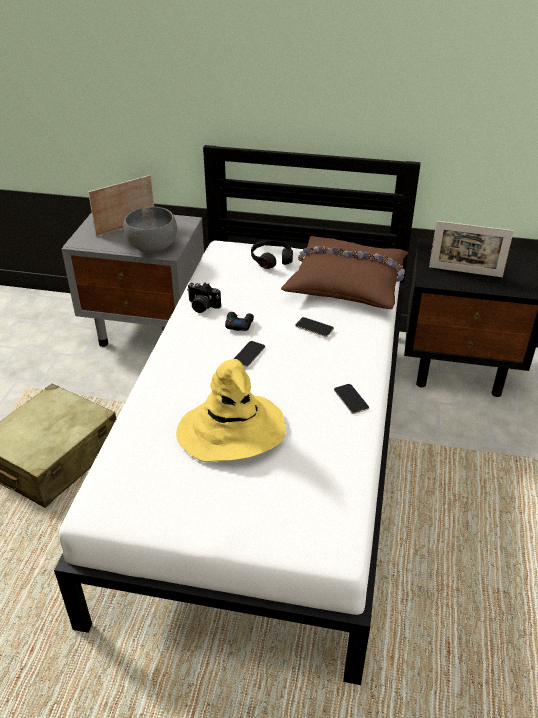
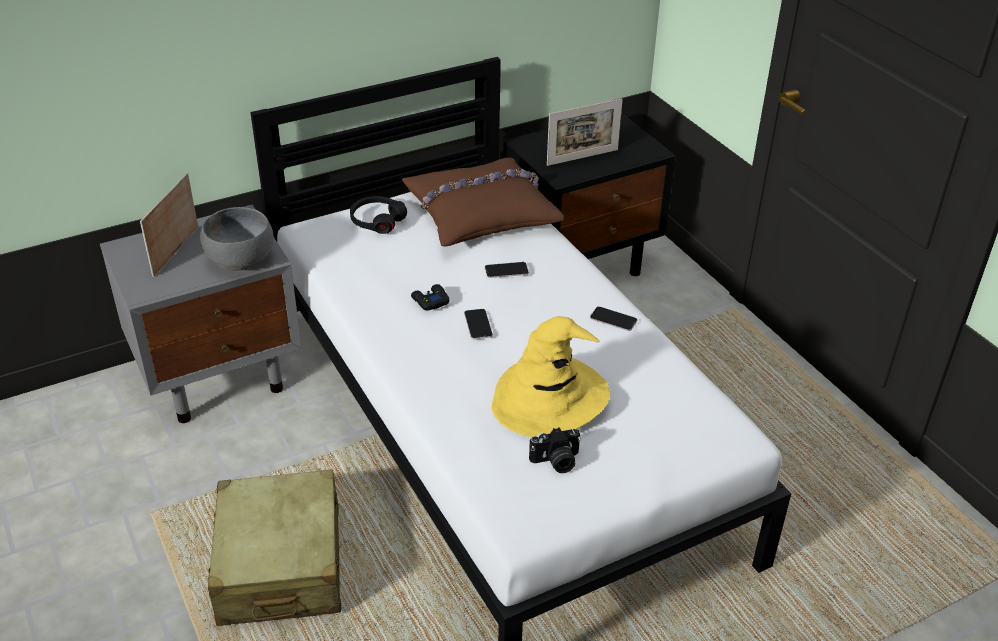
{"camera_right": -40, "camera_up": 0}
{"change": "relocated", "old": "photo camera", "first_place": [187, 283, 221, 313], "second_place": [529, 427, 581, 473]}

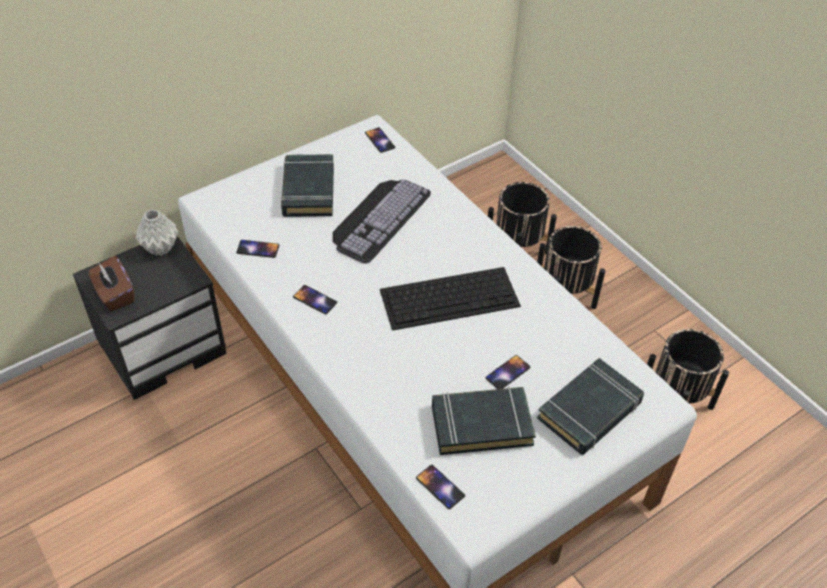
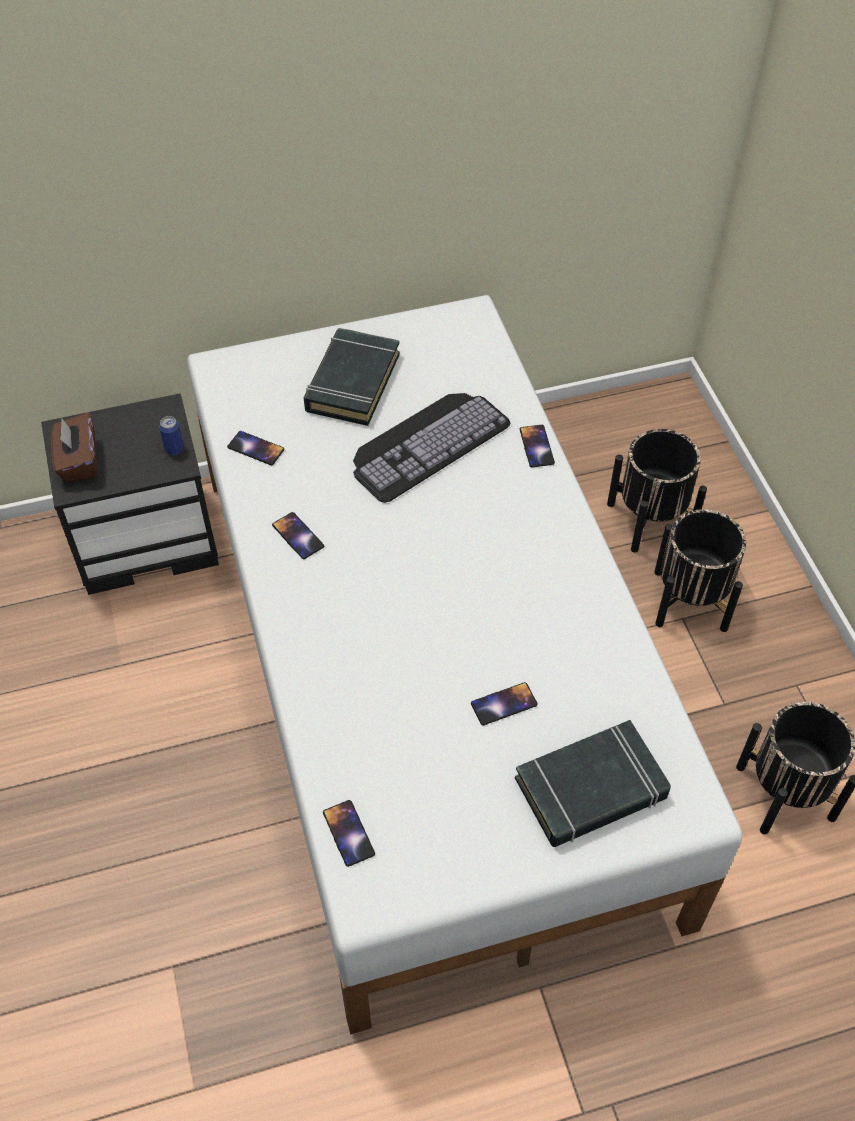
{"camera_right": 20, "camera_up": 5}
{"change": "missing", "old": "vase/grey", "first_place": [136, 209, 178, 256]}
{"change": "relocated", "old": "phone", "first_place": [365, 127, 395, 153], "second_place": [520, 425, 555, 467]}
{"change": "missing", "old": "keyboard", "first_place": [380, 267, 521, 331]}
{"change": "missing", "old": "book/black", "first_place": [432, 386, 536, 455]}
{"change": "appeared", "new": "can", "second_place": [159, 416, 184, 455]}

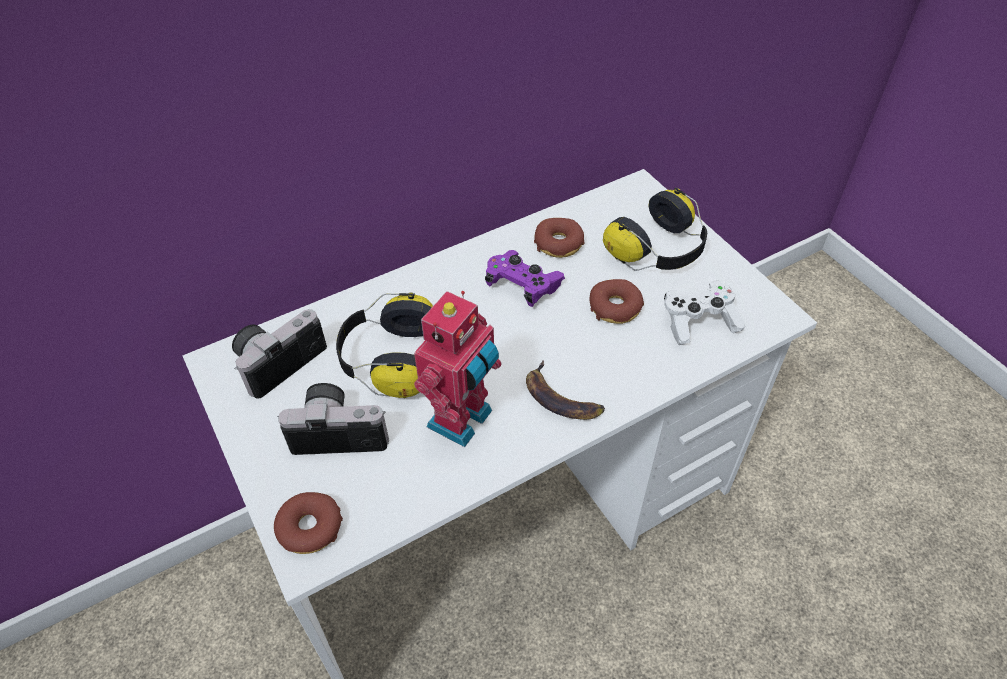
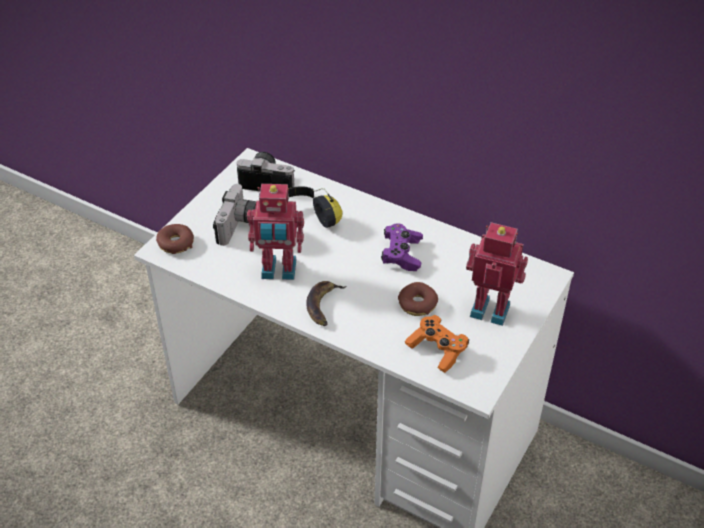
{"camera_right": 60, "camera_up": -5}
{"change": "spun", "old": "photo camera", "first_place": [278, 383, 389, 455], "second_place": [213, 184, 256, 246], "degrees": 45}
{"change": "missing", "old": "donut", "first_place": [534, 218, 585, 258]}
{"change": "exchanged", "old": "headphones", "new": "toy robot", "first_place": [603, 187, 707, 271], "second_place": [466, 222, 528, 326]}
{"change": "colour", "old": "game controller/white", "new": "game controller/orange", "first_place": [664, 281, 745, 345], "second_place": [405, 315, 469, 373]}

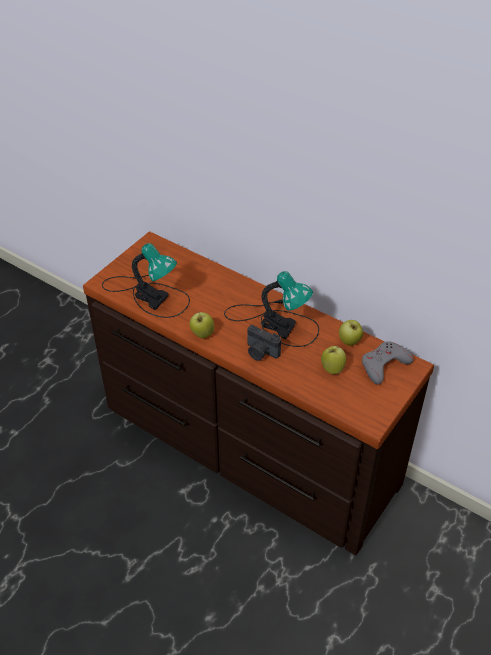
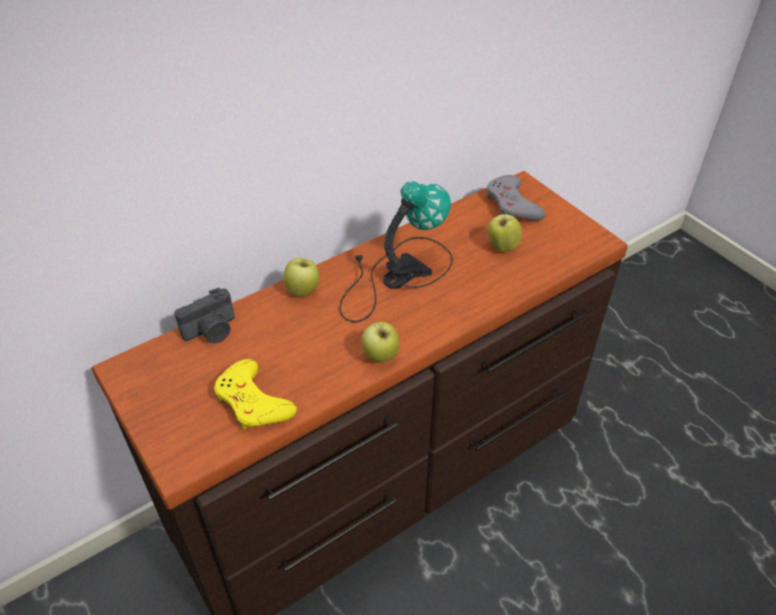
{"camera_right": -70, "camera_up": 0}
{"change": "exchanged", "old": "table lamp", "new": "game controller/yellow", "first_place": [102, 243, 190, 318], "second_place": [214, 359, 297, 430]}
{"change": "relocated", "old": "photo camera", "first_place": [247, 325, 281, 361], "second_place": [174, 288, 235, 343]}
{"change": "relocated", "old": "apple", "first_place": [339, 320, 363, 346], "second_place": [284, 258, 320, 297]}

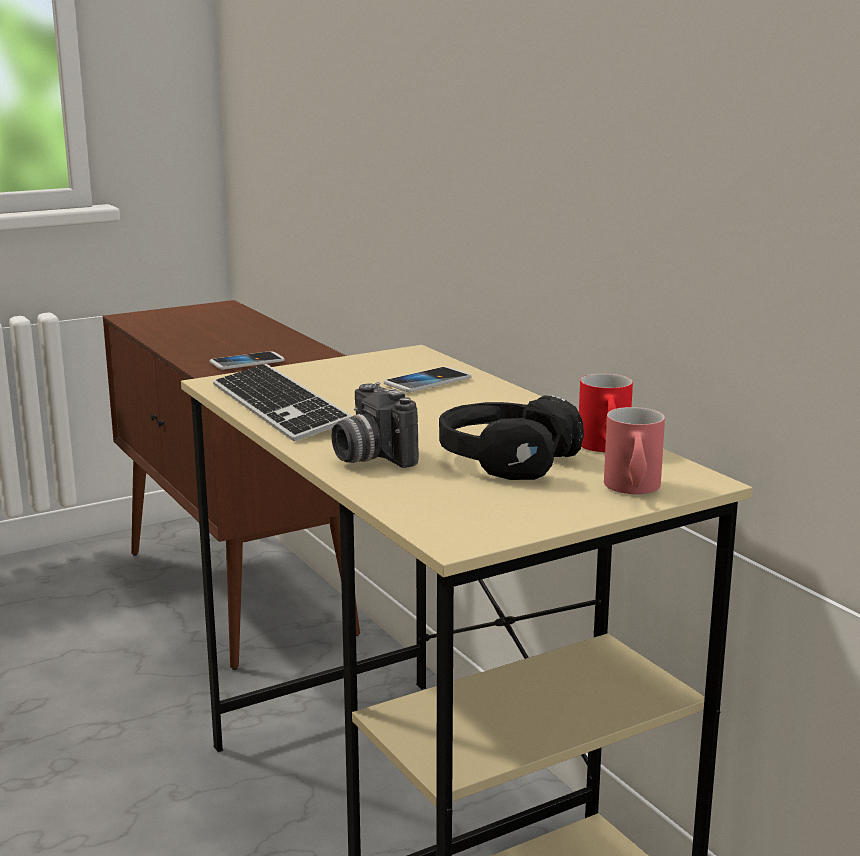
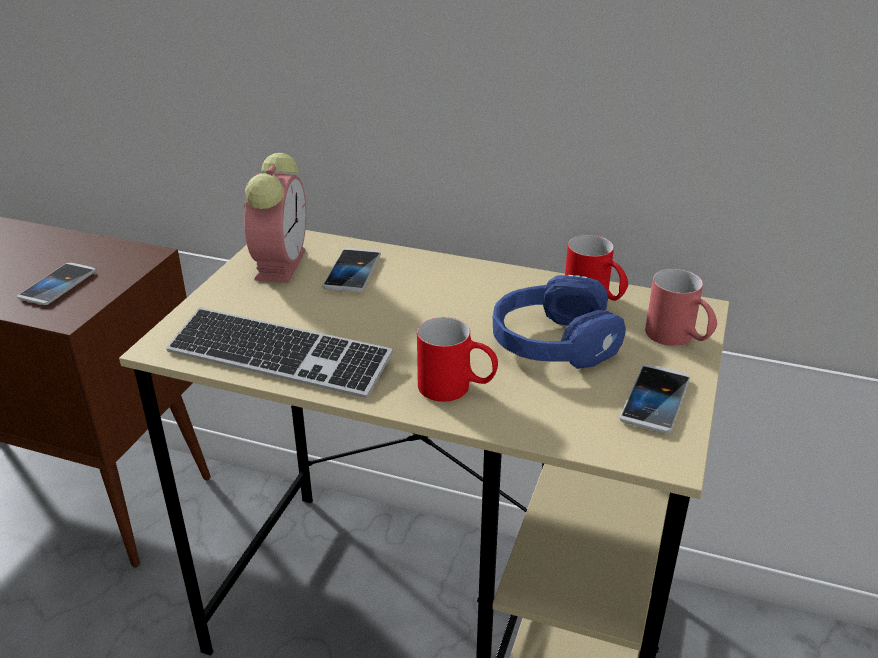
{"camera_right": -40, "camera_up": 15}
{"change": "exchanged", "old": "photo camera", "new": "mug/red", "first_place": [331, 382, 419, 468], "second_place": [417, 317, 498, 402]}
{"change": "colour", "old": "headphones/black", "new": "headphones/blue", "first_place": [439, 395, 584, 480], "second_place": [493, 275, 626, 369]}
{"change": "appeared", "new": "alarm clock", "second_place": [244, 153, 306, 283]}
{"change": "appeared", "new": "phone", "second_place": [619, 364, 690, 433]}

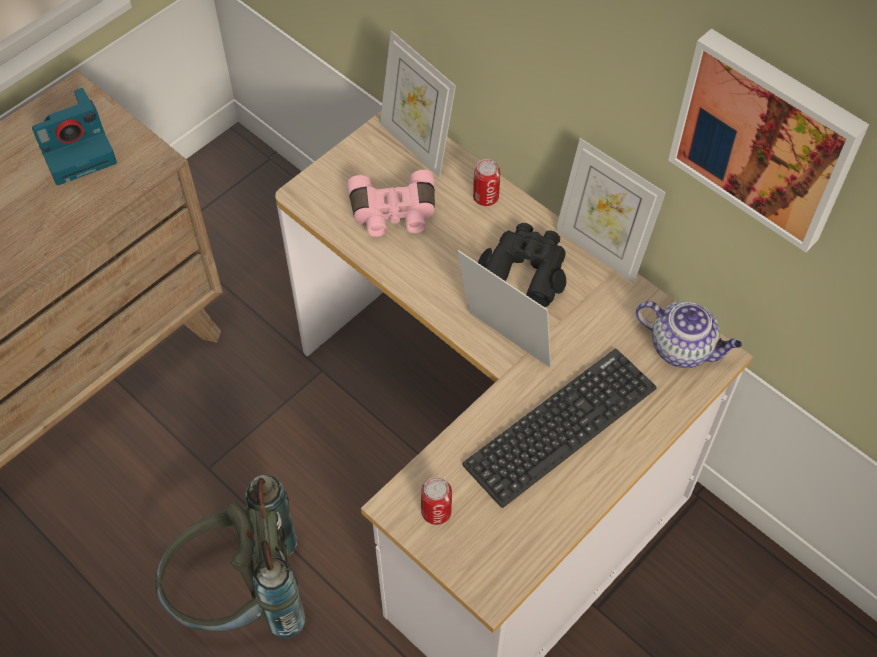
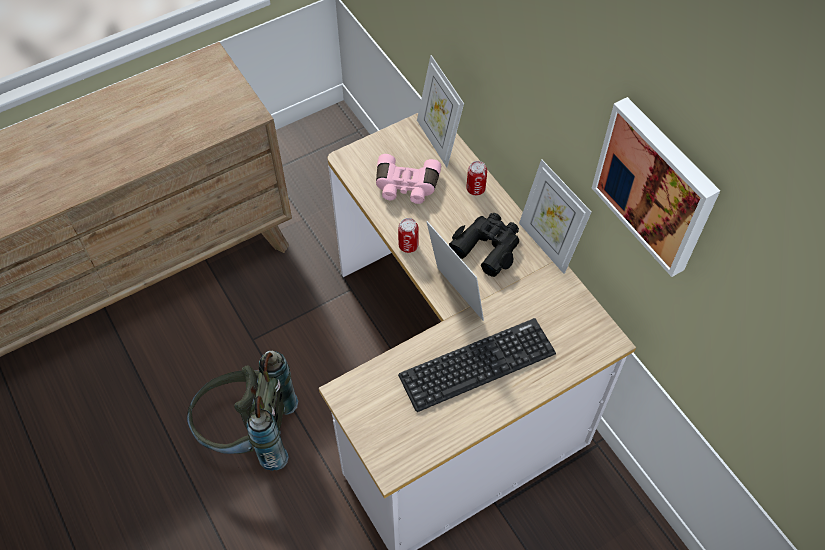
{"camera_right": 15, "camera_up": 0}
{"change": "missing", "old": "photo camera", "first_place": [32, 88, 117, 185]}
{"change": "relocated", "old": "can", "first_place": [421, 477, 452, 525], "second_place": [398, 218, 419, 253]}
{"change": "missing", "old": "teapot", "first_place": [636, 301, 742, 368]}

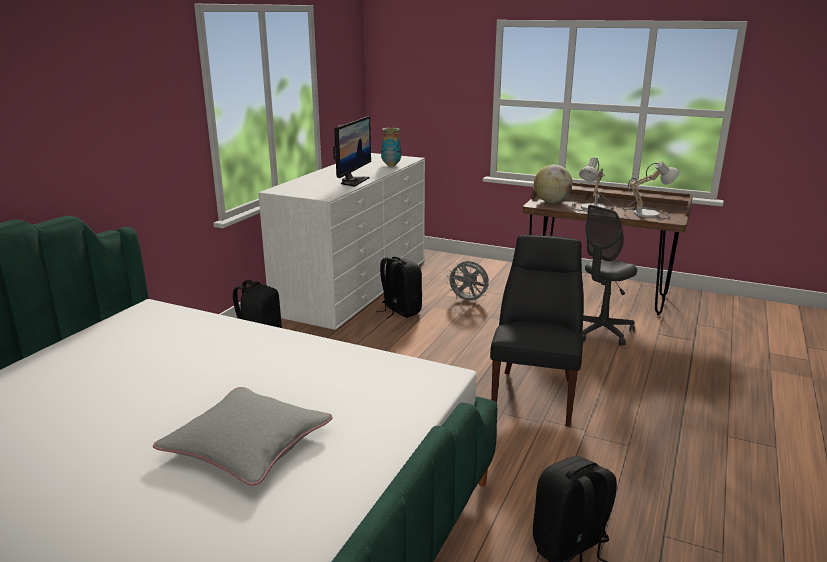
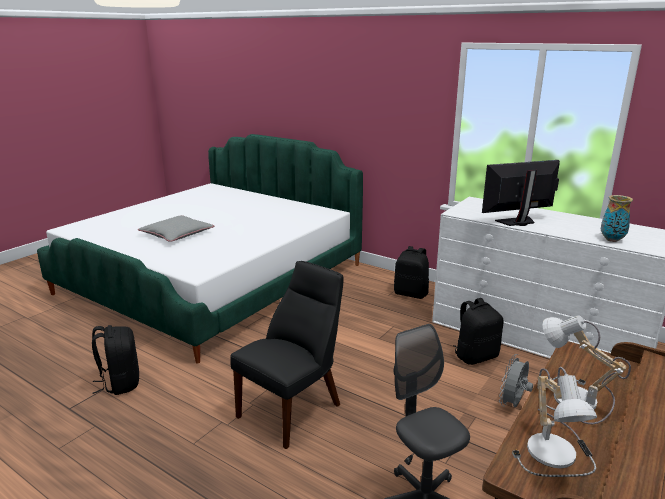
{"camera_right": 100, "camera_up": 0}
{"change": "spun", "old": "monitor", "first_place": [333, 116, 371, 187], "second_place": [482, 160, 560, 226], "degrees": 135}
{"change": "spun", "old": "chair/black", "first_place": [490, 235, 584, 427], "second_place": [230, 261, 343, 449], "degrees": -75}
{"change": "missing", "old": "globe", "first_place": [534, 165, 573, 203]}

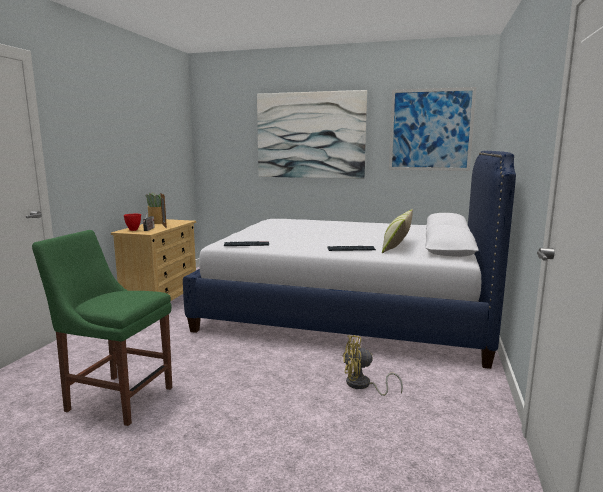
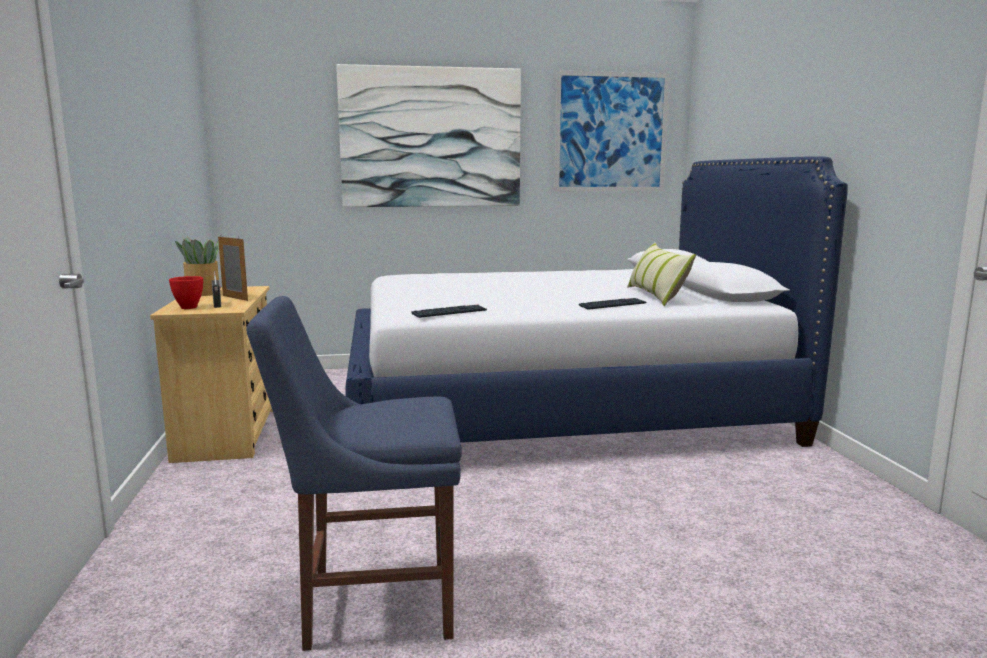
{"camera_right": -25, "camera_up": 0}
{"change": "colour", "old": "chair/green", "new": "chair/blue", "first_place": [32, 230, 172, 426], "second_place": [246, 296, 462, 651]}
{"change": "missing", "old": "fan/yellow", "first_place": [343, 335, 403, 396]}

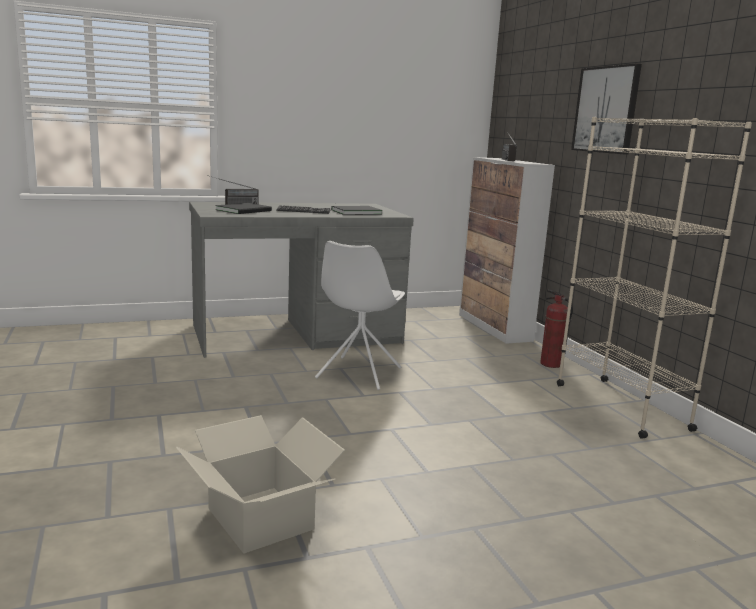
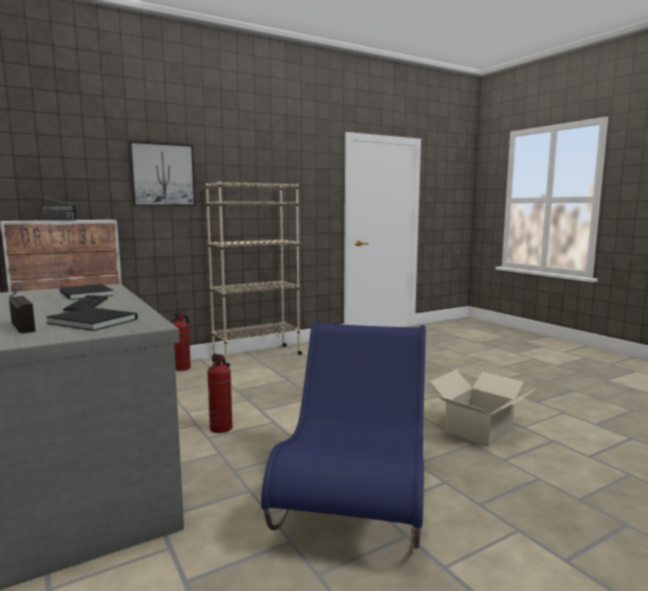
{"camera_right": -100, "camera_up": -5}
{"change": "exchanged", "old": "chair/white", "new": "fire extinguisher", "first_place": [315, 241, 405, 390], "second_place": [207, 354, 232, 433]}
{"change": "appeared", "new": "chair/blue", "second_place": [261, 320, 426, 549]}

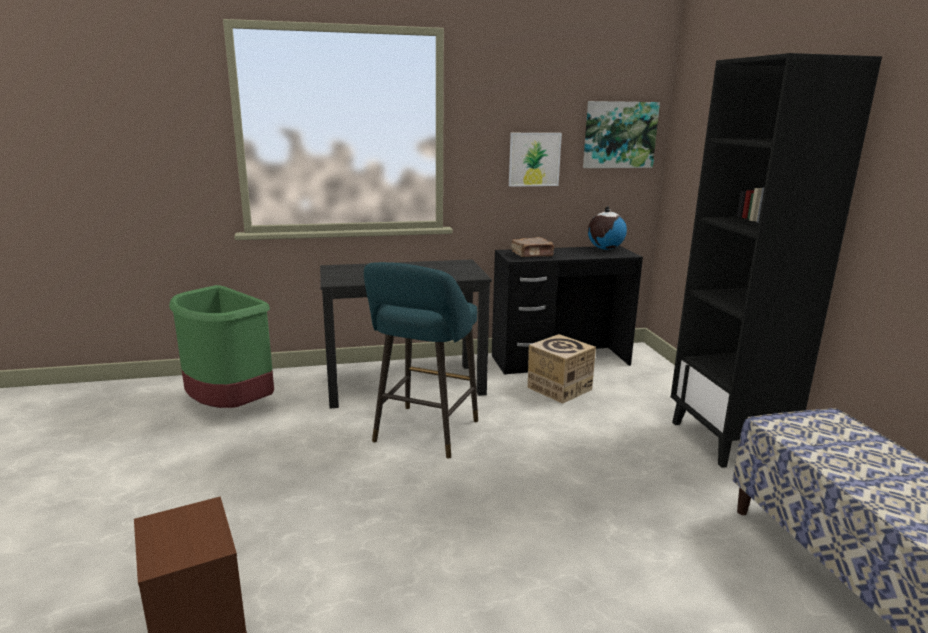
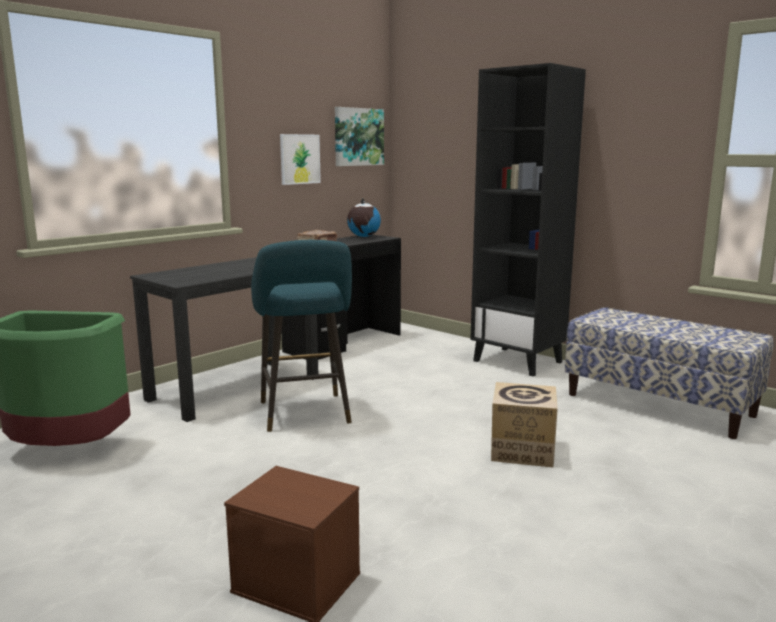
{"camera_right": -35, "camera_up": -5}
{"change": "relocated", "old": "cardboard box", "first_place": [528, 334, 596, 404], "second_place": [491, 382, 558, 468]}

